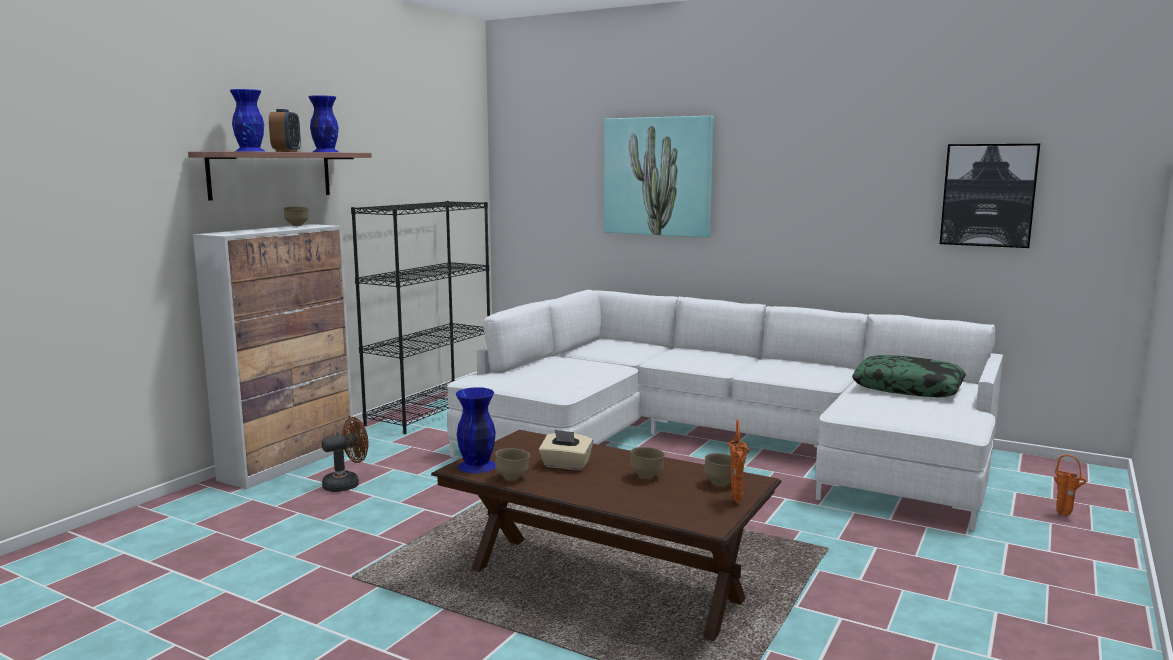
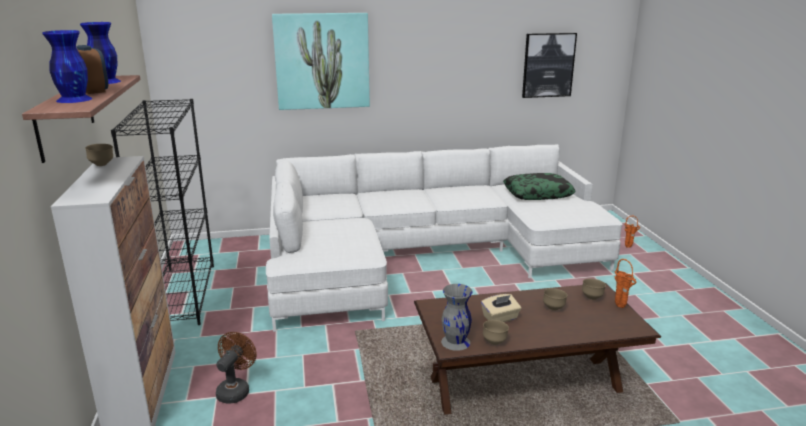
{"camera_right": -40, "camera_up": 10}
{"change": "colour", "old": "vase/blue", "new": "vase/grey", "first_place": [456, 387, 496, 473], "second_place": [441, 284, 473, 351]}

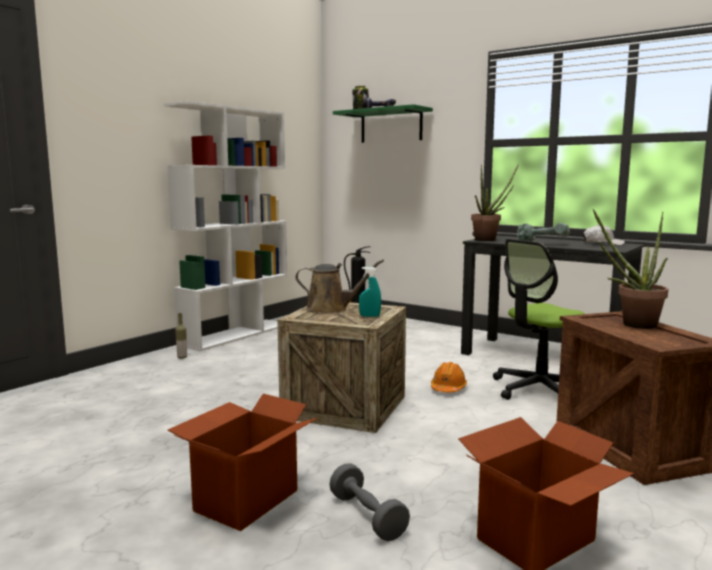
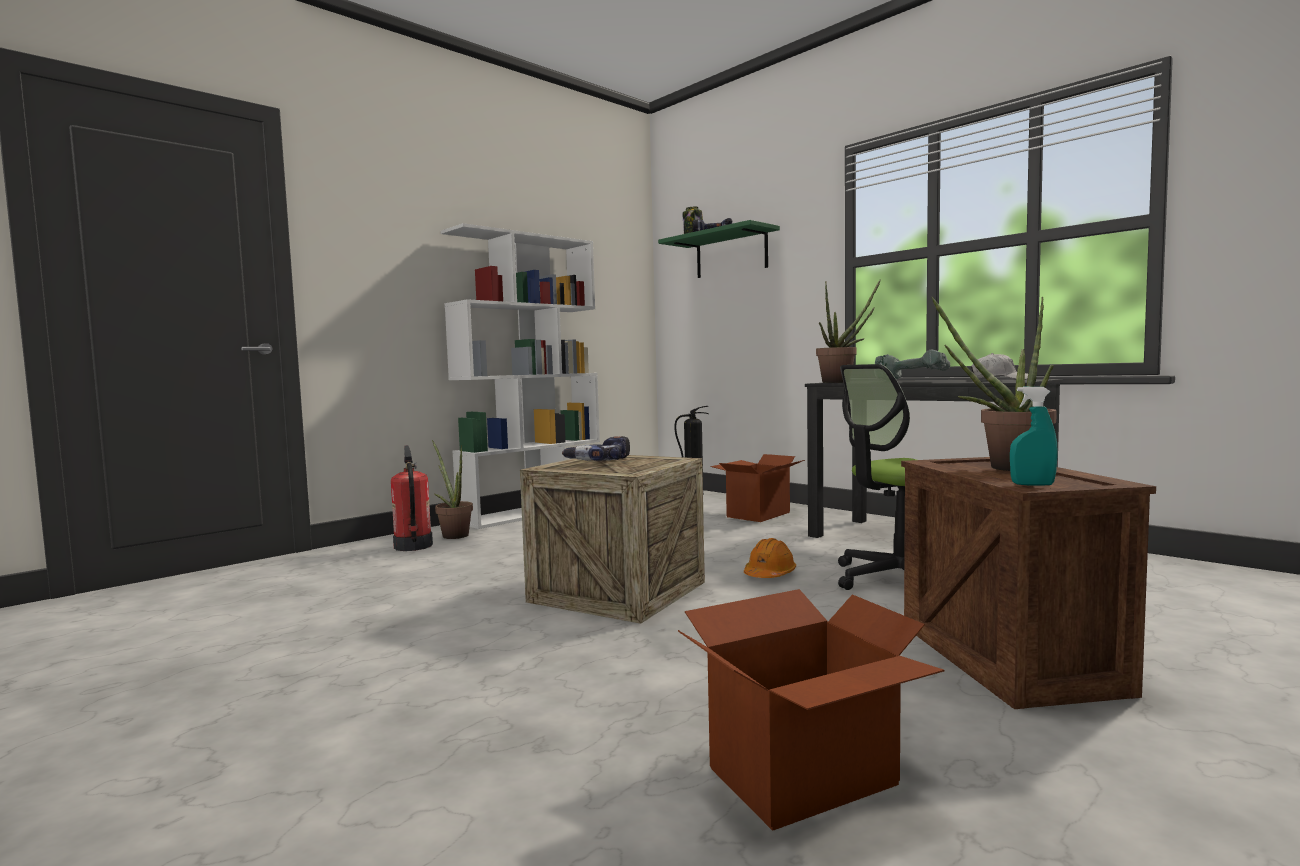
{"camera_right": 10, "camera_up": -5}
{"change": "relocated", "old": "cardboard box", "first_place": [168, 394, 318, 531], "second_place": [710, 454, 805, 522]}
{"change": "exchanged", "old": "bottle", "new": "potted plant", "first_place": [175, 313, 187, 359], "second_place": [432, 440, 473, 539]}
{"change": "exchanged", "old": "watering can/brown", "new": "power drill", "first_place": [295, 259, 384, 314], "second_place": [562, 436, 630, 461]}
{"change": "missing", "old": "dumbbell/grey", "first_place": [329, 463, 410, 541]}
{"change": "relocated", "old": "spray bottle/turquoise", "first_place": [359, 267, 381, 317], "second_place": [1010, 387, 1058, 485]}
{"change": "appeared", "new": "fire extinguisher", "second_place": [391, 445, 433, 551]}

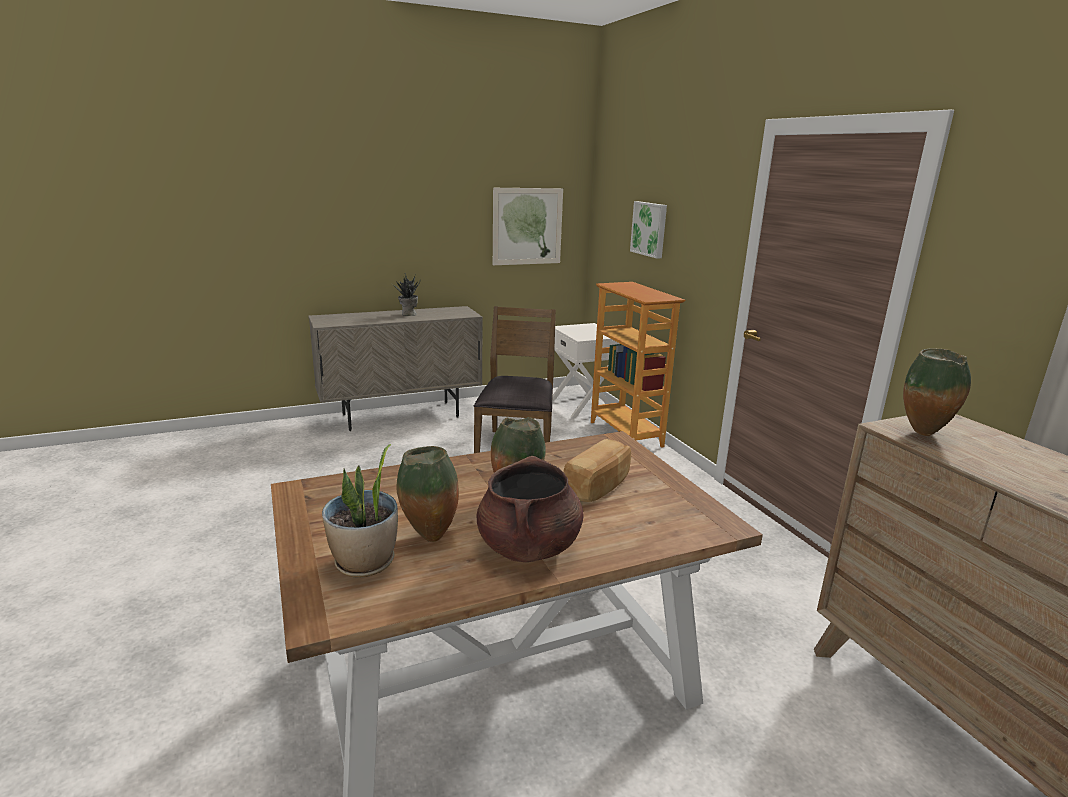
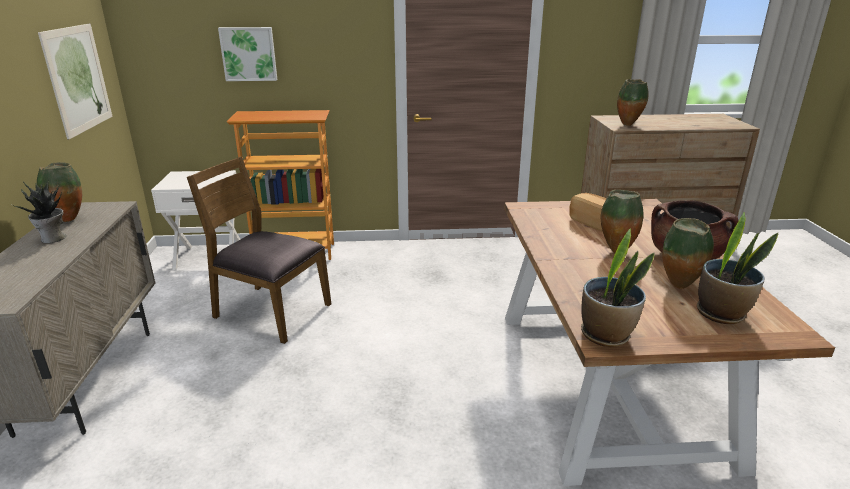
{"camera_right": -70, "camera_up": 5}
{"change": "appeared", "new": "vase", "second_place": [37, 162, 82, 222]}
{"change": "appeared", "new": "potted plant", "second_place": [581, 228, 655, 347]}

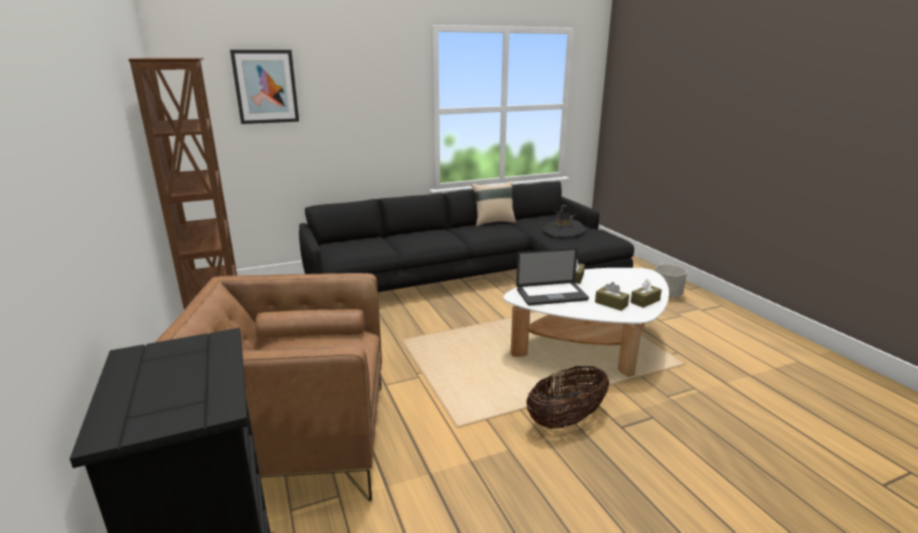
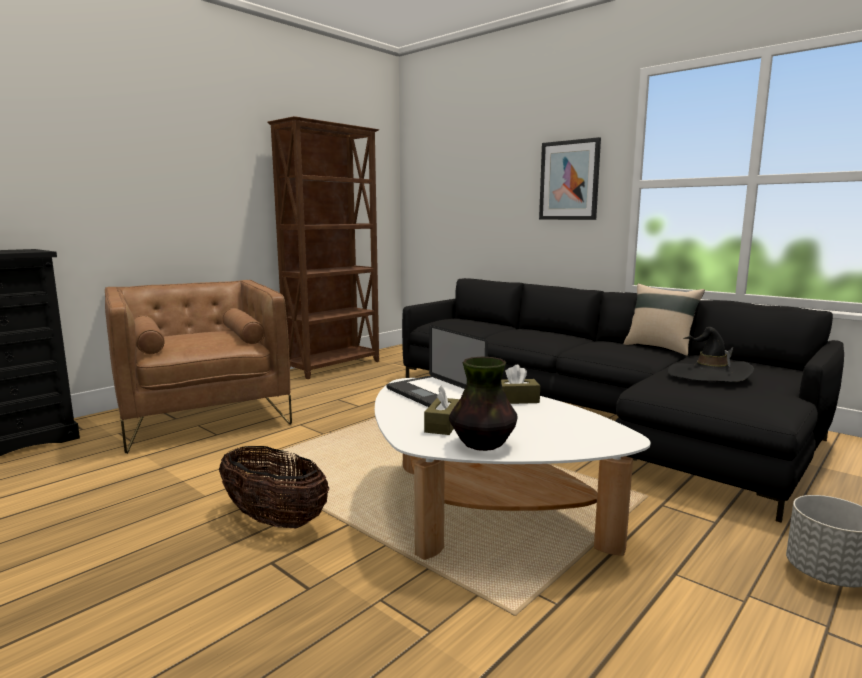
{"camera_right": 65, "camera_up": -10}
{"change": "relocated", "old": "picture", "first_place": [230, 50, 299, 124], "second_place": [539, 137, 601, 220]}
{"change": "exchanged", "old": "tissue box/brown", "new": "vase", "first_place": [631, 279, 662, 308], "second_place": [449, 357, 517, 451]}

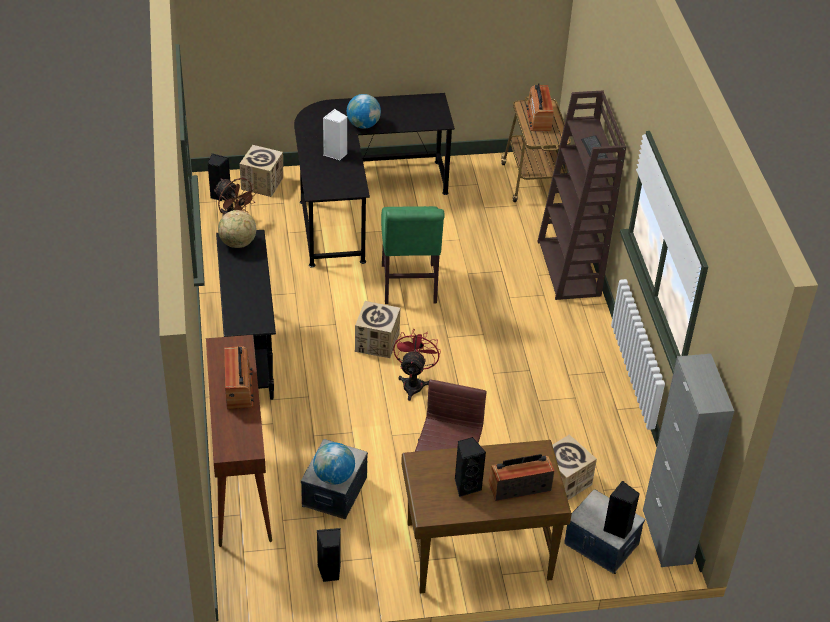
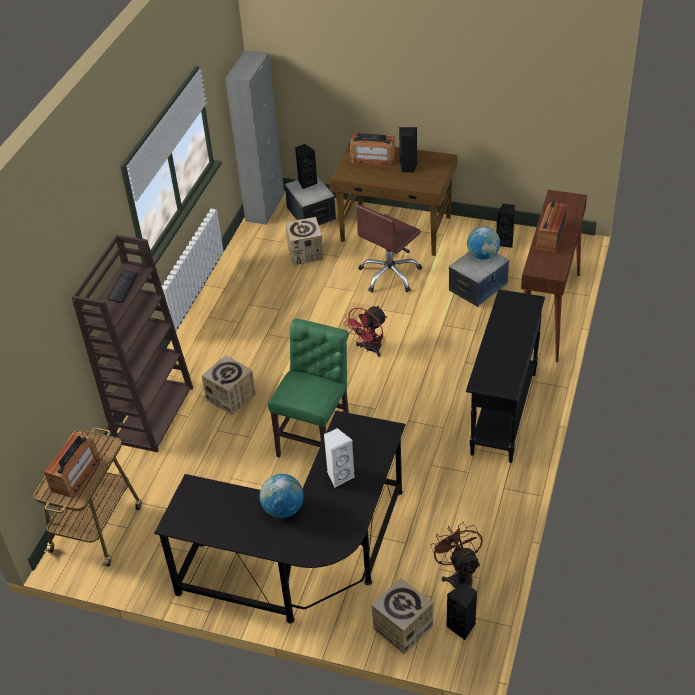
{"camera_right": -150, "camera_up": 0}
{"change": "missing", "old": "globe", "first_place": [218, 210, 256, 248]}
{"change": "relocated", "old": "cardboard box", "first_place": [355, 301, 400, 358], "second_place": [201, 355, 256, 415]}

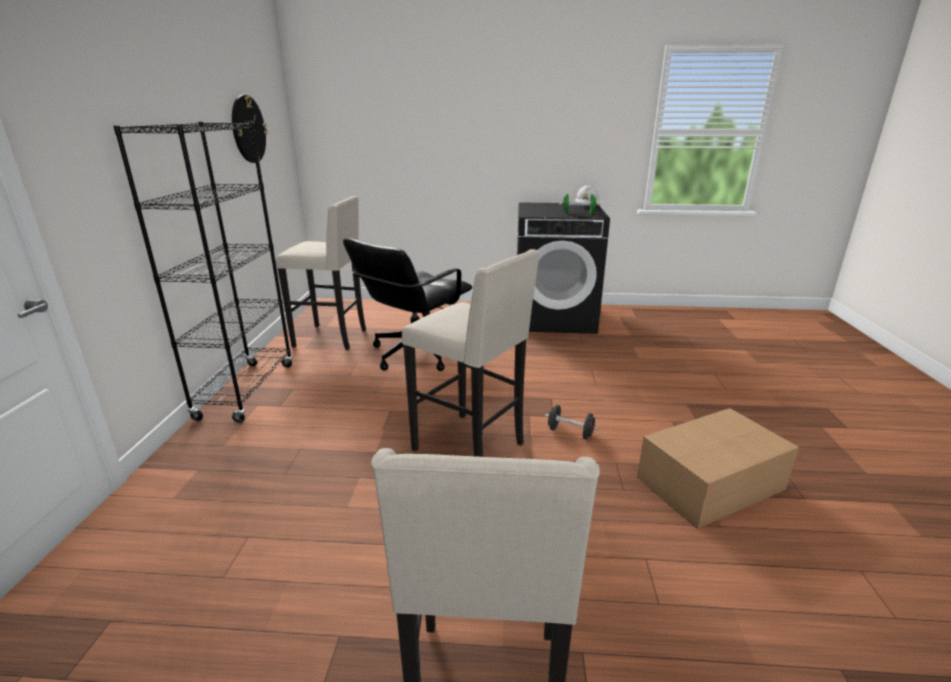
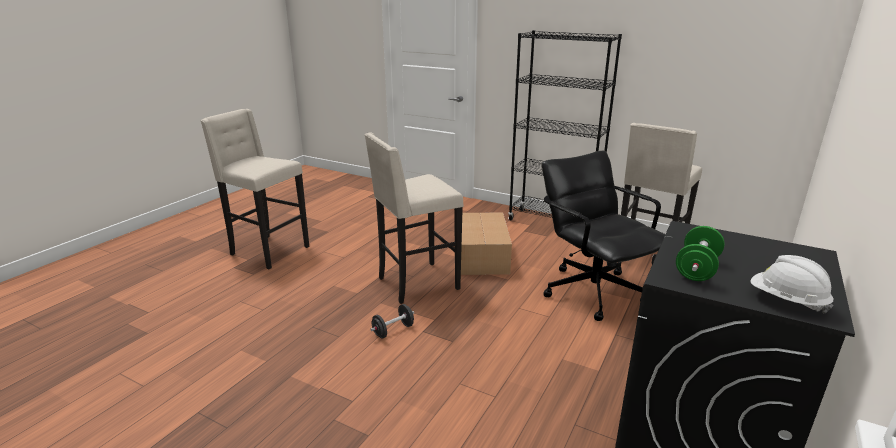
{"camera_right": 115, "camera_up": 0}
{"change": "missing", "old": "wall clock", "first_place": [232, 95, 267, 163]}
{"change": "relocated", "old": "cardboard box", "first_place": [637, 408, 799, 529], "second_place": [461, 213, 512, 275]}

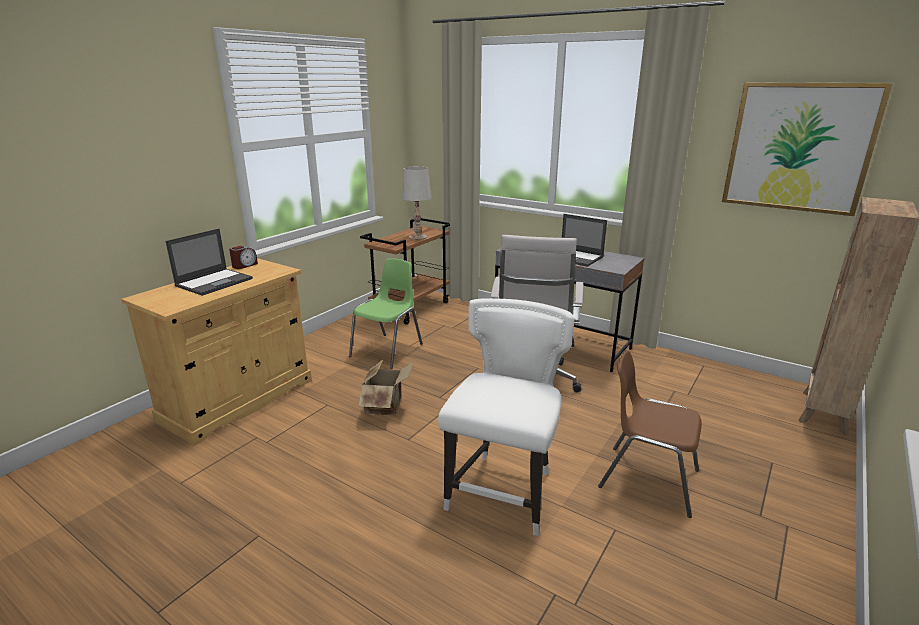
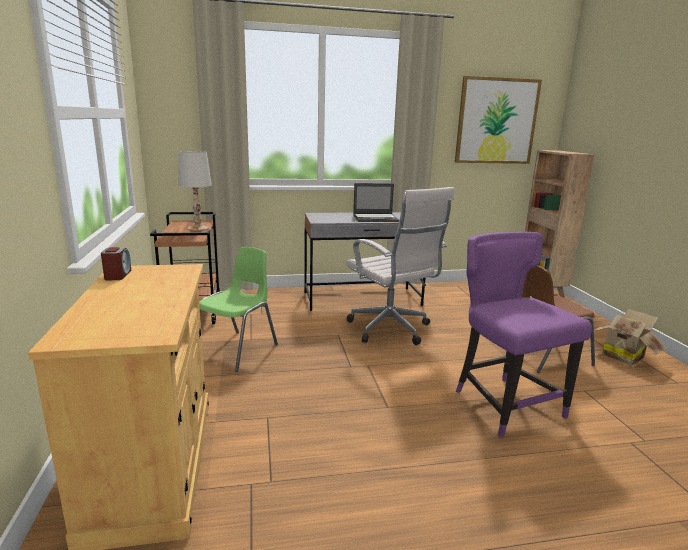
{"camera_right": -45, "camera_up": -5}
{"change": "missing", "old": "laptop", "first_place": [165, 229, 253, 296]}
{"change": "spun", "old": "chair/green", "first_place": [349, 258, 423, 369], "second_place": [199, 247, 278, 372], "degrees": 45}
{"change": "relocated", "old": "cardboard box", "first_place": [359, 360, 414, 415], "second_place": [594, 309, 666, 366]}
{"change": "colour", "old": "chair/white", "new": "chair/purple", "first_place": [438, 298, 574, 536], "second_place": [456, 232, 592, 438]}

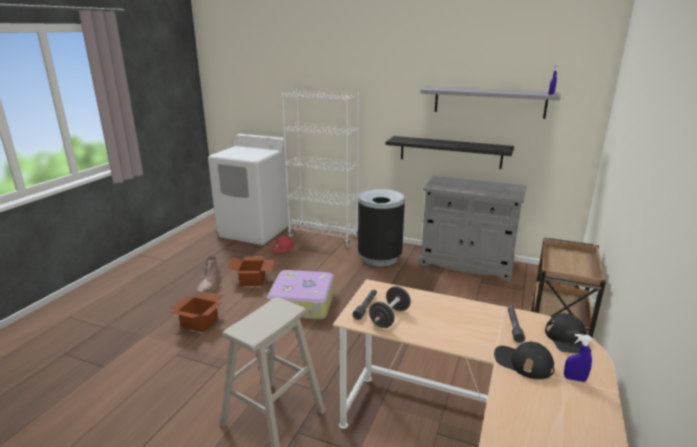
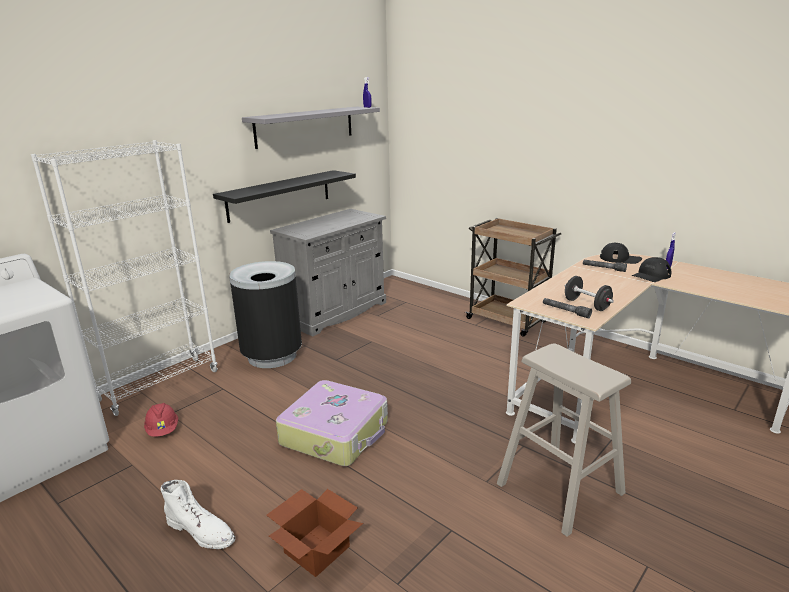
{"camera_right": -70, "camera_up": 0}
{"change": "colour", "old": "boot/brown", "new": "boot/white", "first_place": [195, 256, 222, 295], "second_place": [161, 480, 235, 549]}
{"change": "missing", "old": "cardboard box", "first_place": [228, 256, 275, 286]}

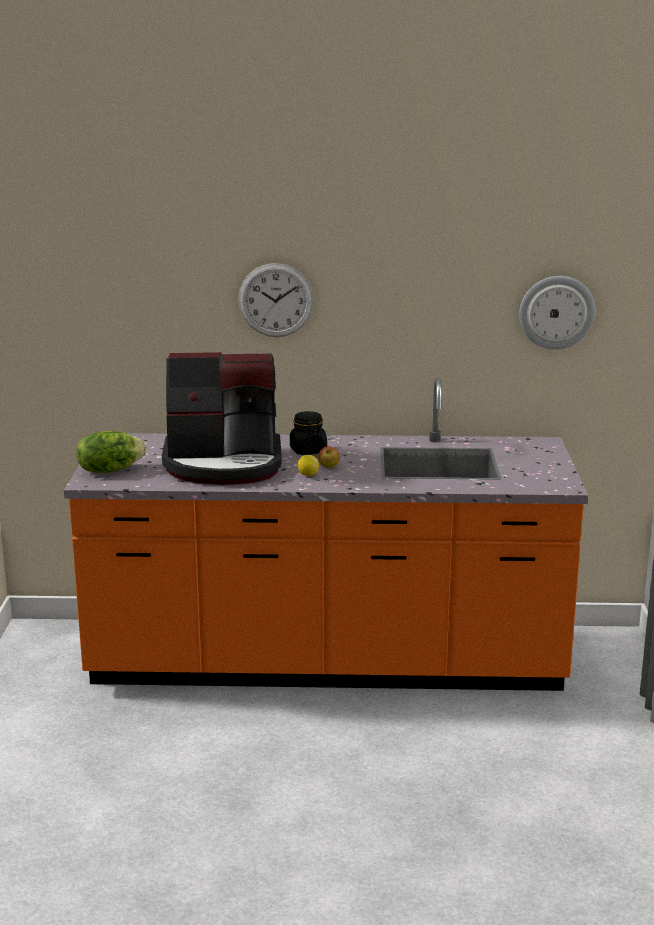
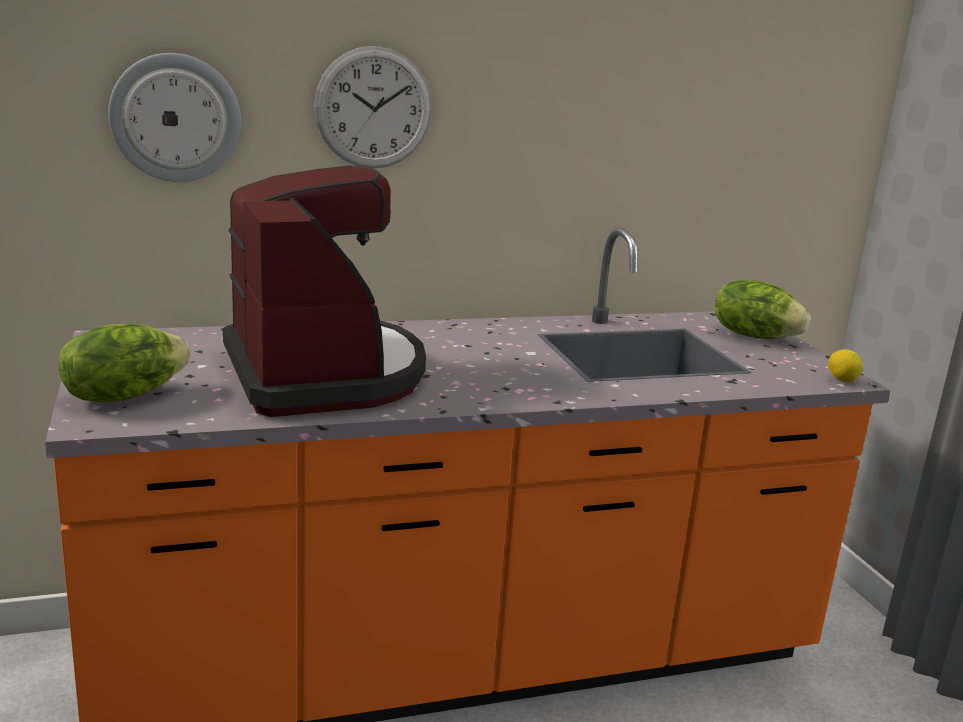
{"camera_right": -20, "camera_up": 0}
{"change": "spun", "old": "coffee machine", "first_place": [162, 352, 282, 485], "second_place": [223, 166, 426, 417], "degrees": -90}
{"change": "missing", "old": "jar/black", "first_place": [290, 411, 327, 455]}
{"change": "relocated", "old": "lemon", "first_place": [298, 455, 319, 476], "second_place": [828, 349, 863, 382]}
{"change": "missing", "old": "apple", "first_place": [318, 446, 340, 468]}
{"change": "relocated", "old": "wall clock", "first_place": [519, 276, 595, 350], "second_place": [108, 53, 241, 182]}
{"change": "appeared", "new": "lettuce", "second_place": [715, 280, 811, 339]}

